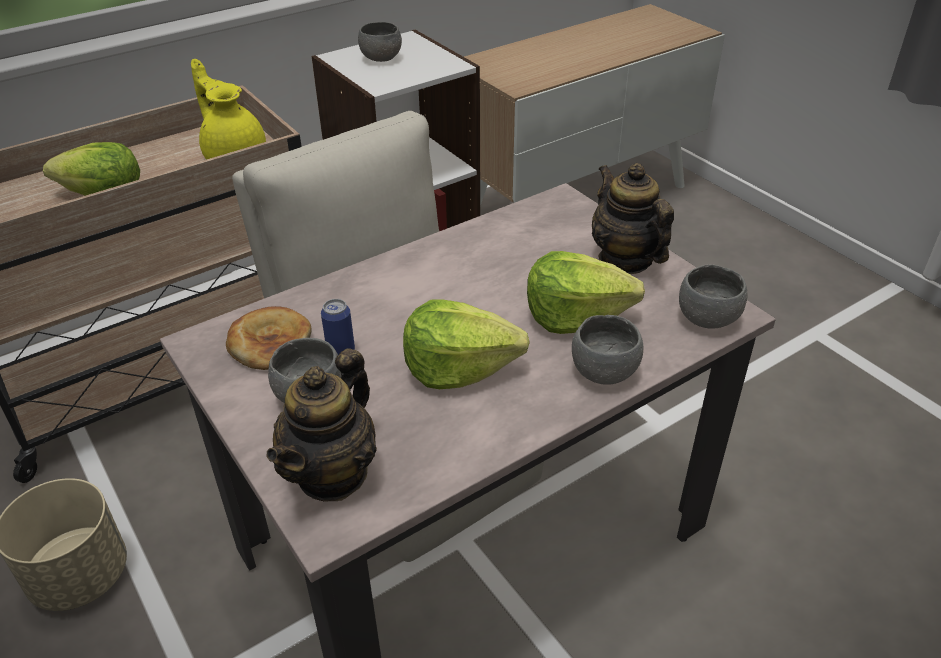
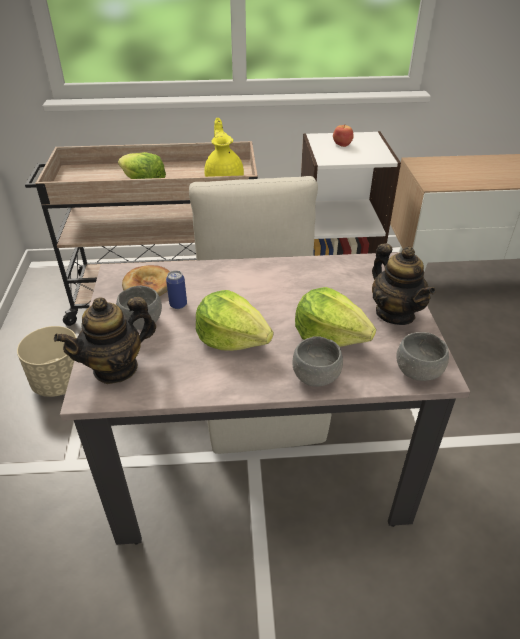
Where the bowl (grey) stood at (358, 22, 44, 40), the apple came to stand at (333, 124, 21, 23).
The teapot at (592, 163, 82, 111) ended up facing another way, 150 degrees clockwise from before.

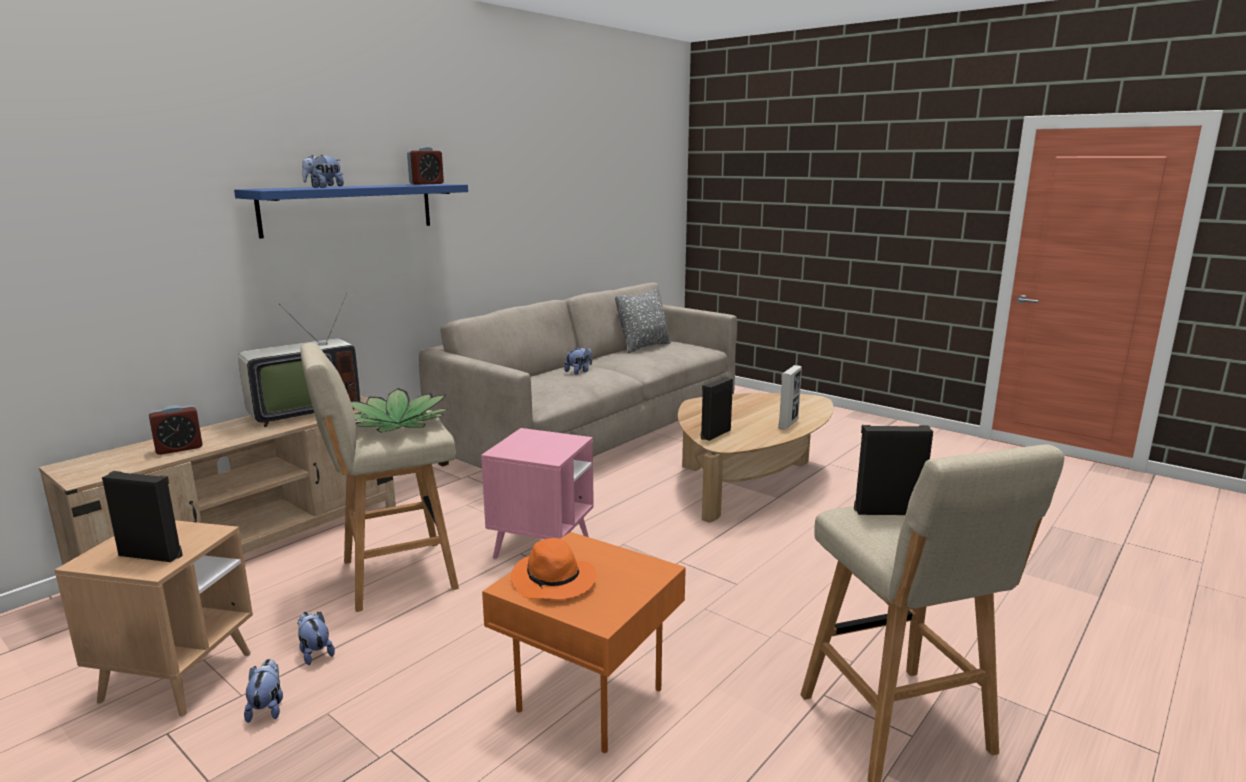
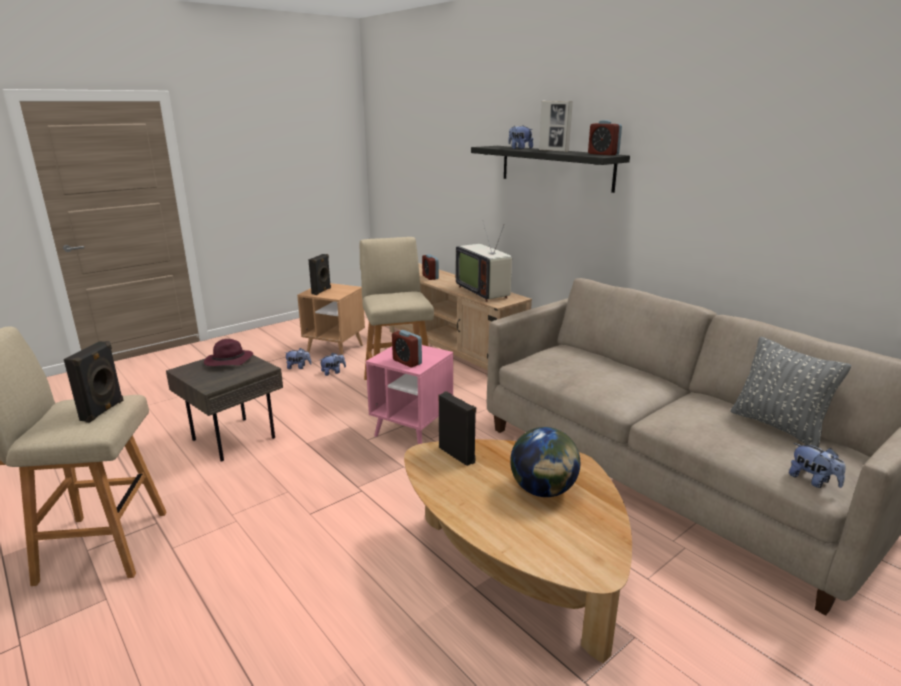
What was the shelf (blue) at (234, 184, 234, 55) turned into the shelf (black) at (471, 146, 159, 47).
The plush toy ended up elsewhere, having gone from (564, 346, 28, 29) to (789, 443, 57, 45).
The picture frame ended up elsewhere, having gone from (778, 365, 24, 65) to (539, 101, 34, 51).
The second view lost the potted plant at (351, 388, 97, 44).
What was the side table (orange) at (482, 532, 204, 221) turned into the side table (grey) at (166, 355, 117, 106).
What was the hat (orange) at (511, 538, 85, 62) turned into the hat (purple) at (204, 339, 49, 27).
The second view gained the alarm clock at (392, 330, 30, 37).
The second view gained the globe at (510, 427, 70, 70).

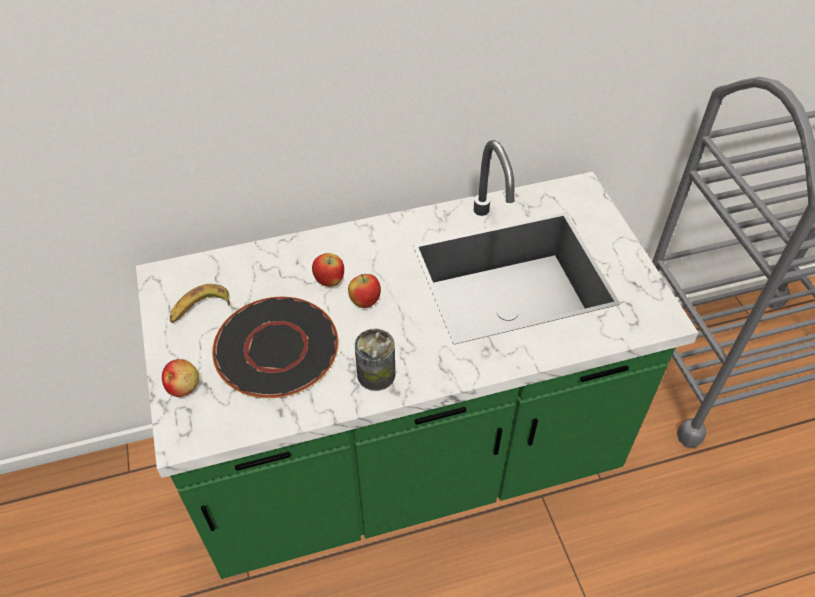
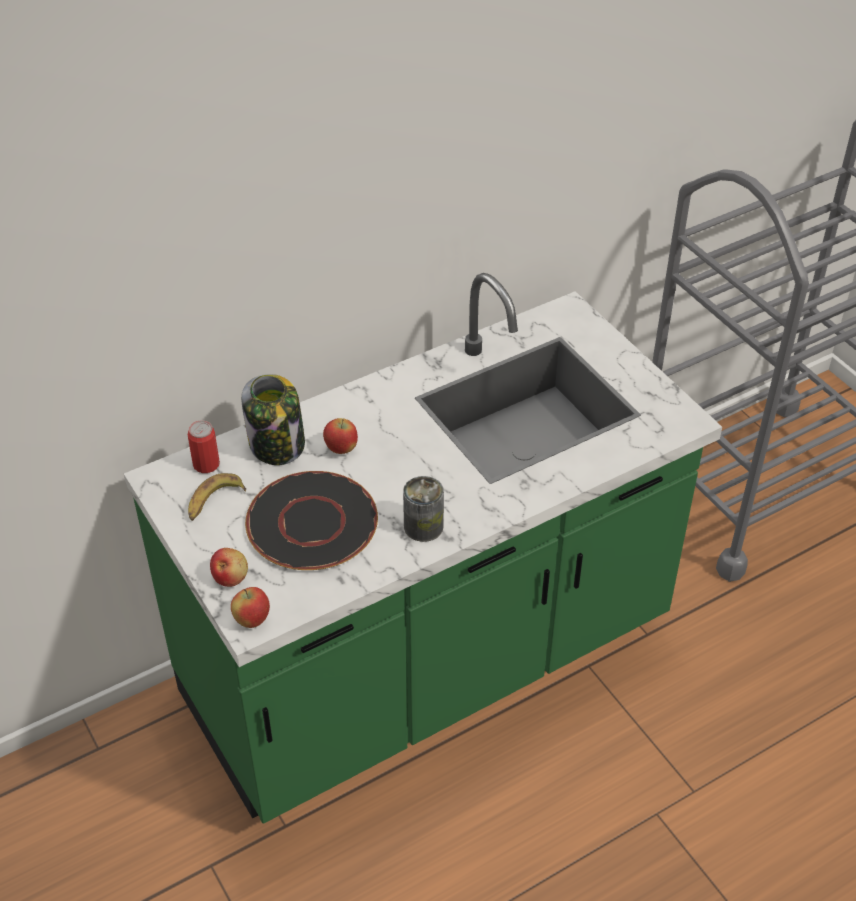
The apple ended up elsewhere, having gone from (348, 274, 33, 34) to (231, 587, 39, 41).
The second view gained the jar at (241, 374, 64, 91).
The second view gained the can at (188, 421, 32, 52).

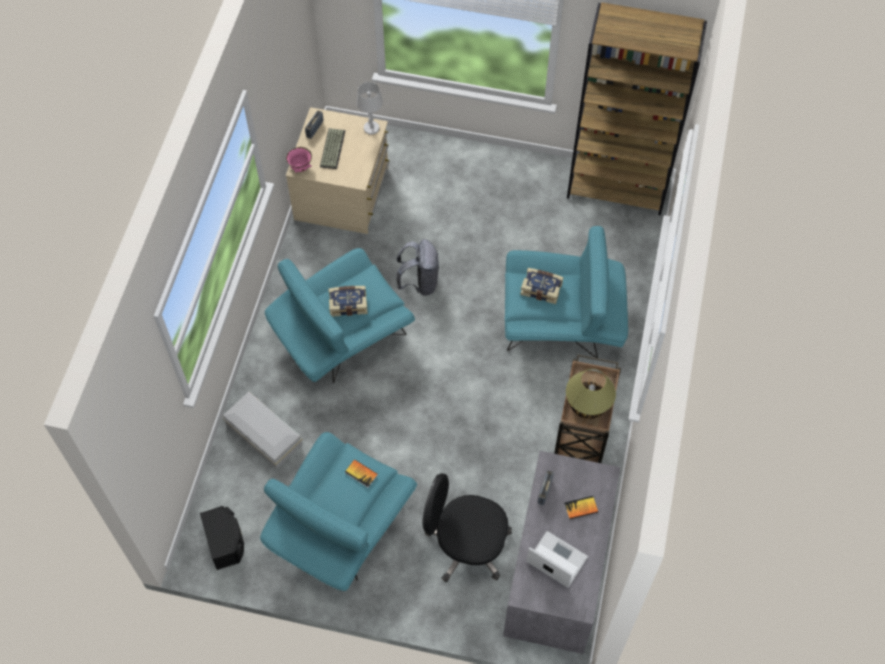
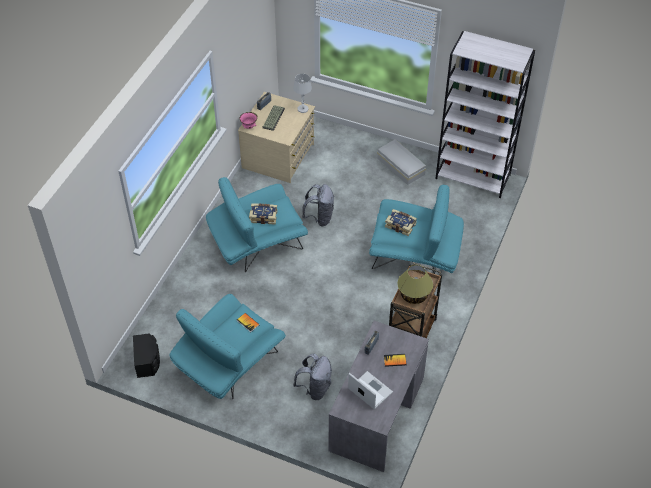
What was the bookcase (brown) at (567, 2, 140, 213) turned into the bookcase (white) at (435, 31, 100, 167).
The storage box (white) ended up elsewhere, having gone from (223, 392, 80, 77) to (377, 139, 49, 46).
Where the office chair (black) stood at (422, 473, 90, 109), the backpack (grey) came to stand at (293, 354, 39, 46).

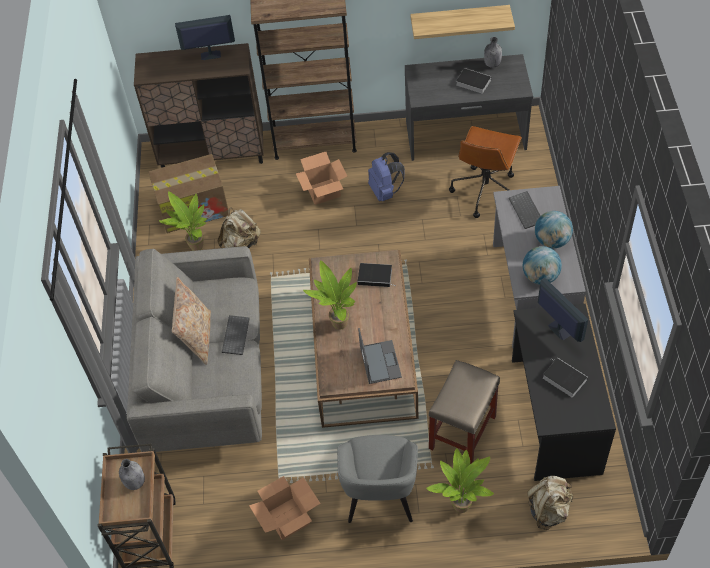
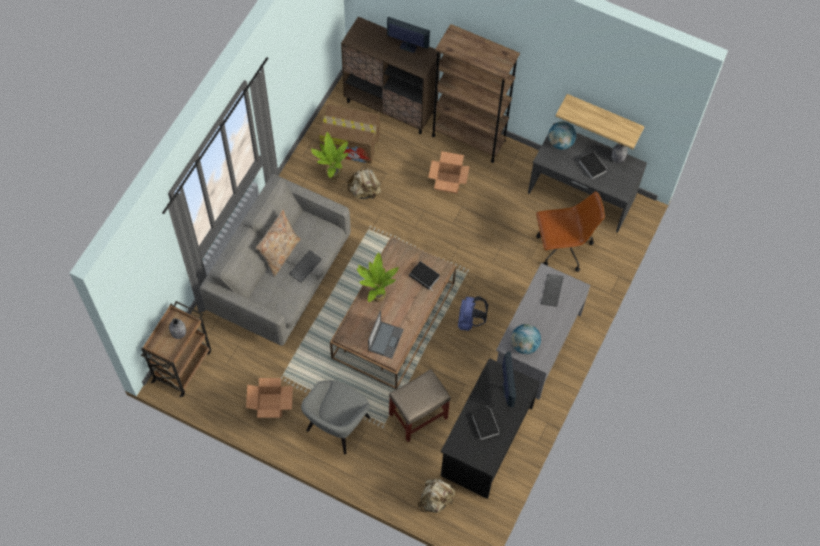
The office chair (brown) at (449, 126, 73, 92) ended up facing another way, 150 degrees counterclockwise from before.
The backpack (blue) ended up elsewhere, having gone from (368, 152, 37, 49) to (458, 296, 30, 35).
The globe ended up elsewhere, having gone from (535, 211, 38, 37) to (548, 122, 28, 28).
The second view lost the potted plant at (426, 448, 68, 65).

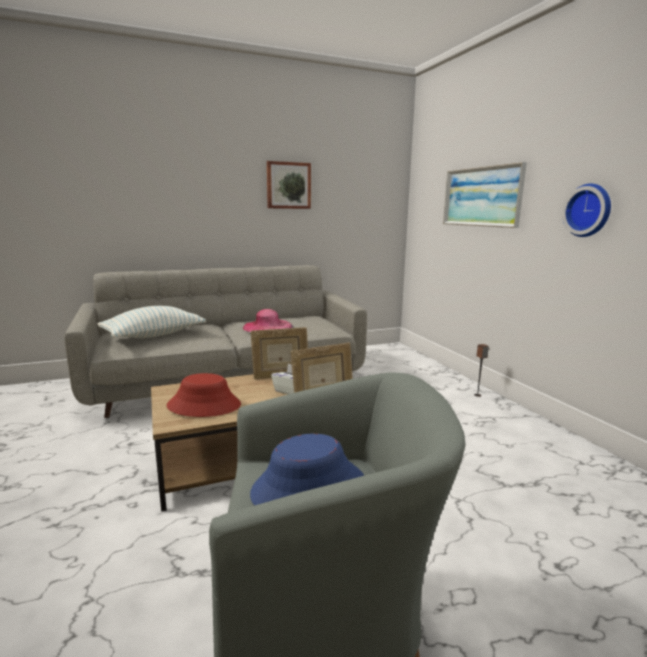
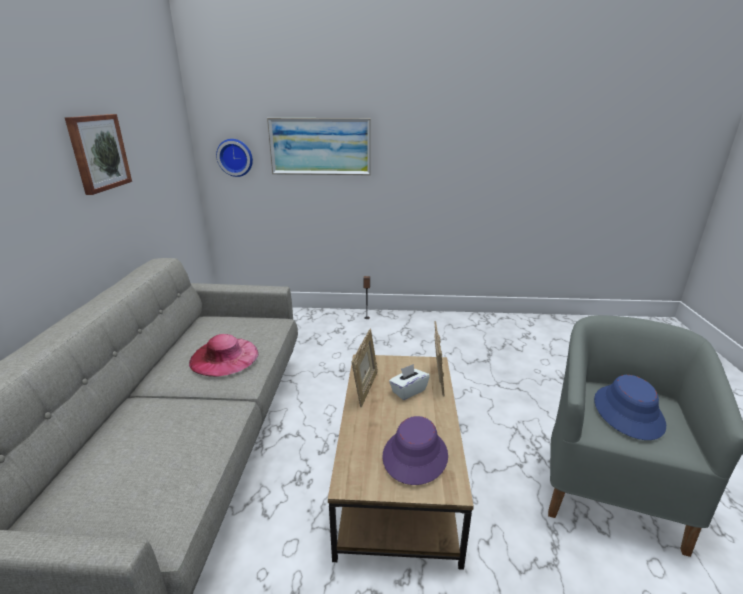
The wall clock ended up elsewhere, having gone from (562, 184, 49, 53) to (216, 139, 37, 38).
The second view lost the pillow at (98, 306, 108, 32).
What was the hat (red) at (167, 373, 74, 44) turned into the hat (purple) at (382, 416, 66, 69).

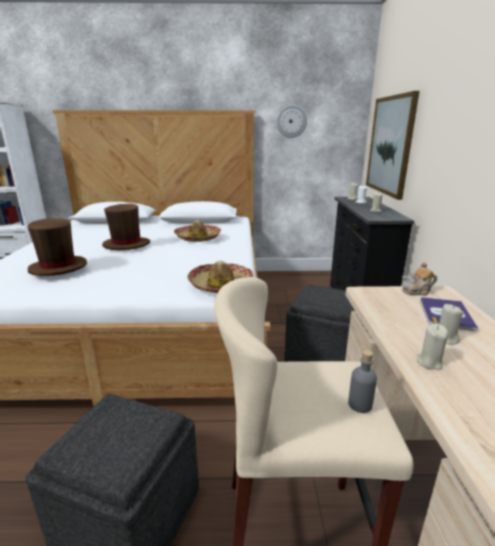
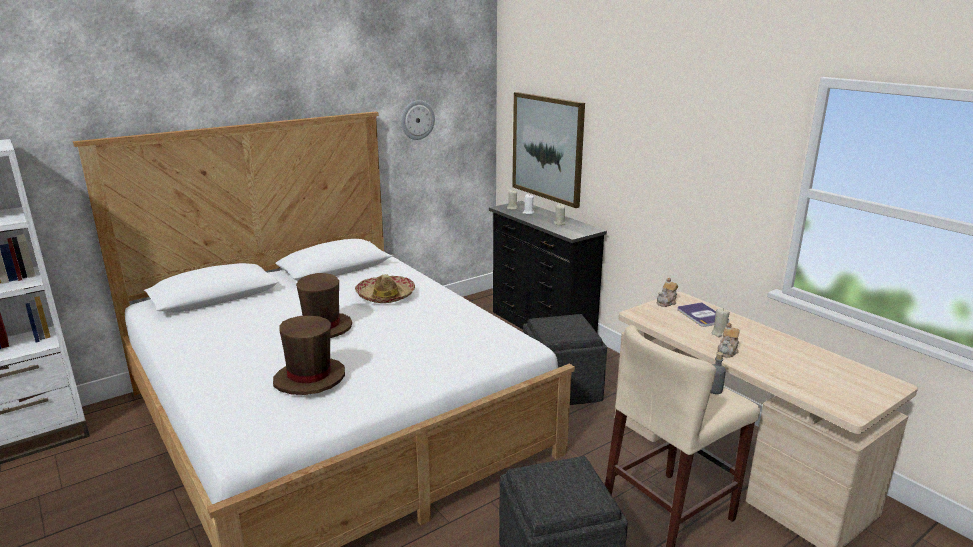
The second view lost the hat at (187, 261, 66, 32).
Where the candle (beige) stood at (417, 324, 31, 46), the teapot came to stand at (717, 323, 23, 35).

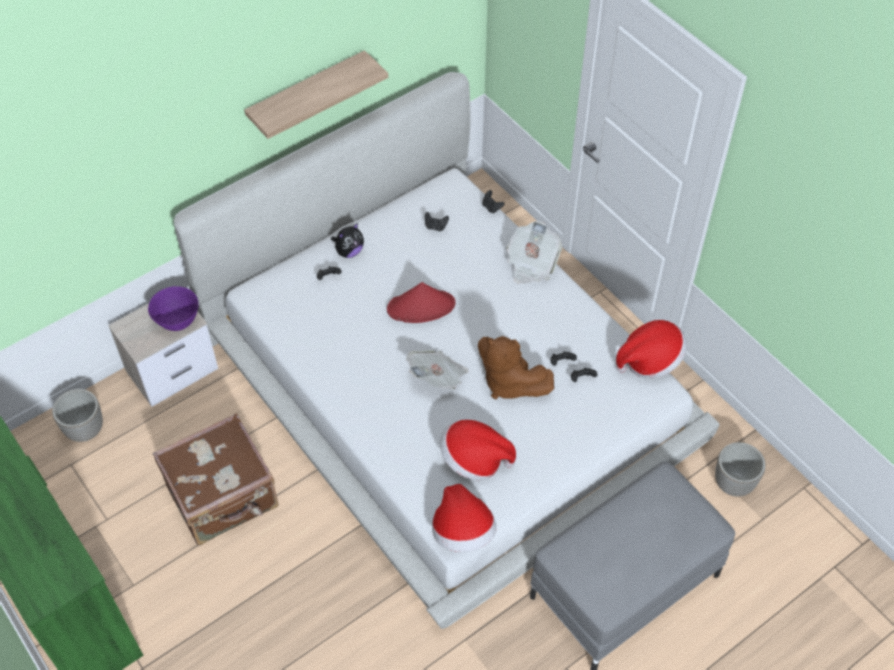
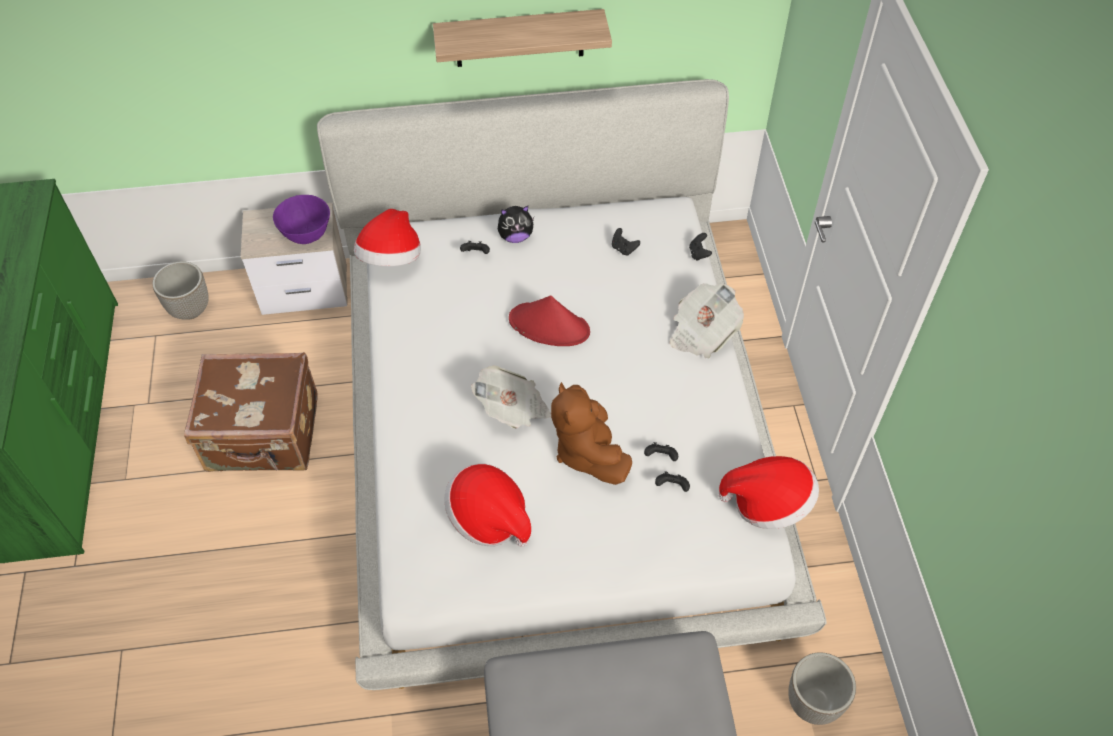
The hat ended up elsewhere, having gone from (432, 484, 64, 68) to (354, 209, 67, 58).

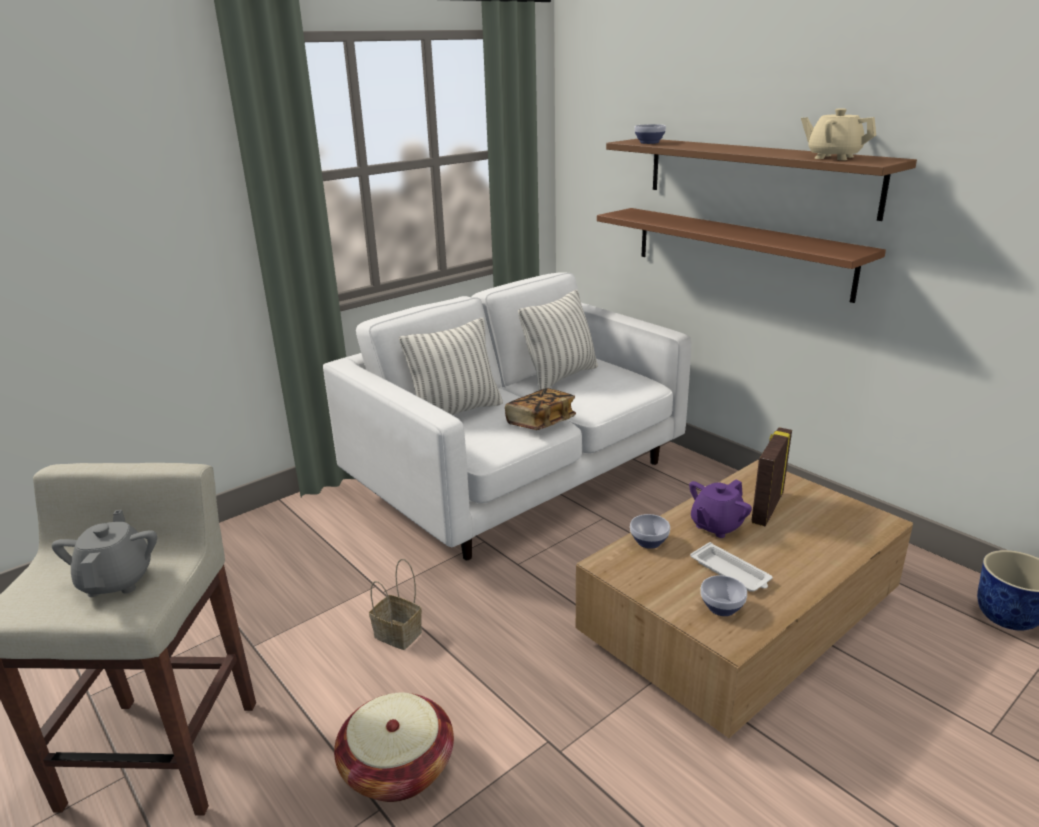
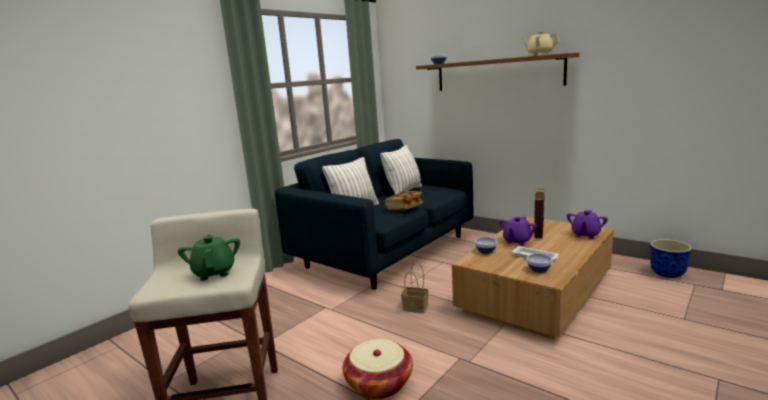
The second view lost the shelf (brown) at (597, 208, 289, 95).
What was the sofa (white) at (323, 272, 368, 288) turned into the sofa (blue) at (274, 139, 200, 150).
What was the teapot (grey) at (52, 510, 105, 87) turned into the teapot (green) at (178, 235, 62, 46).
The basket ended up elsewhere, having gone from (369, 559, 53, 91) to (401, 262, 28, 51).
The second view gained the teapot (purple) at (567, 210, 41, 29).

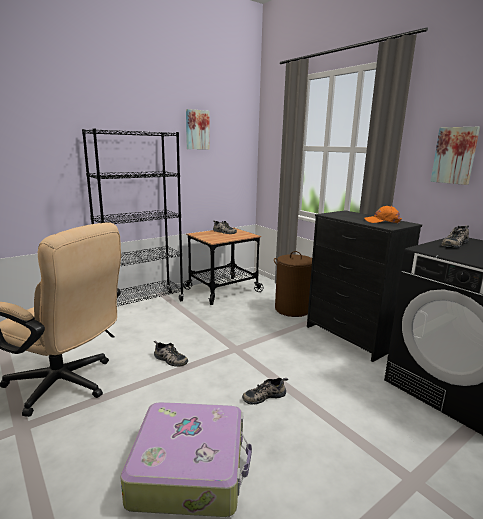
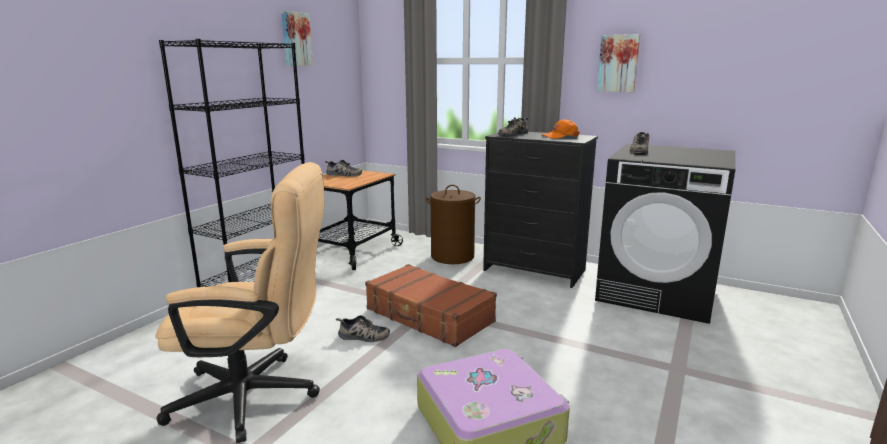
The shoe ended up elsewhere, having gone from (242, 378, 46, 27) to (498, 117, 30, 19).
The second view gained the suitcase (brown) at (365, 264, 132, 83).

